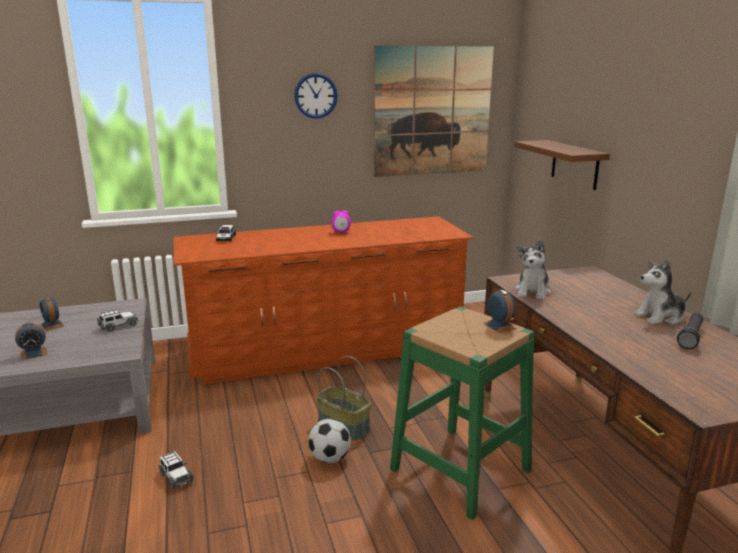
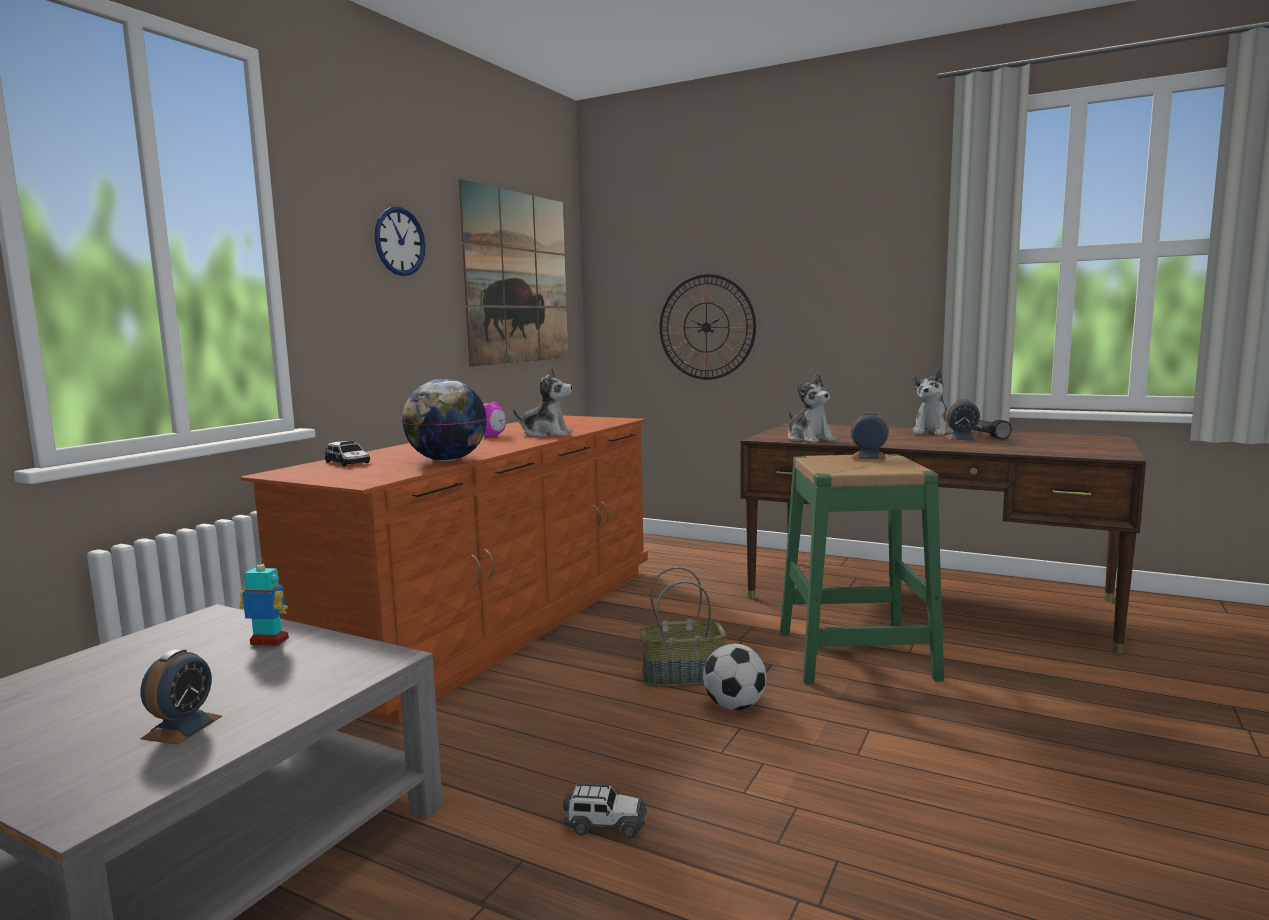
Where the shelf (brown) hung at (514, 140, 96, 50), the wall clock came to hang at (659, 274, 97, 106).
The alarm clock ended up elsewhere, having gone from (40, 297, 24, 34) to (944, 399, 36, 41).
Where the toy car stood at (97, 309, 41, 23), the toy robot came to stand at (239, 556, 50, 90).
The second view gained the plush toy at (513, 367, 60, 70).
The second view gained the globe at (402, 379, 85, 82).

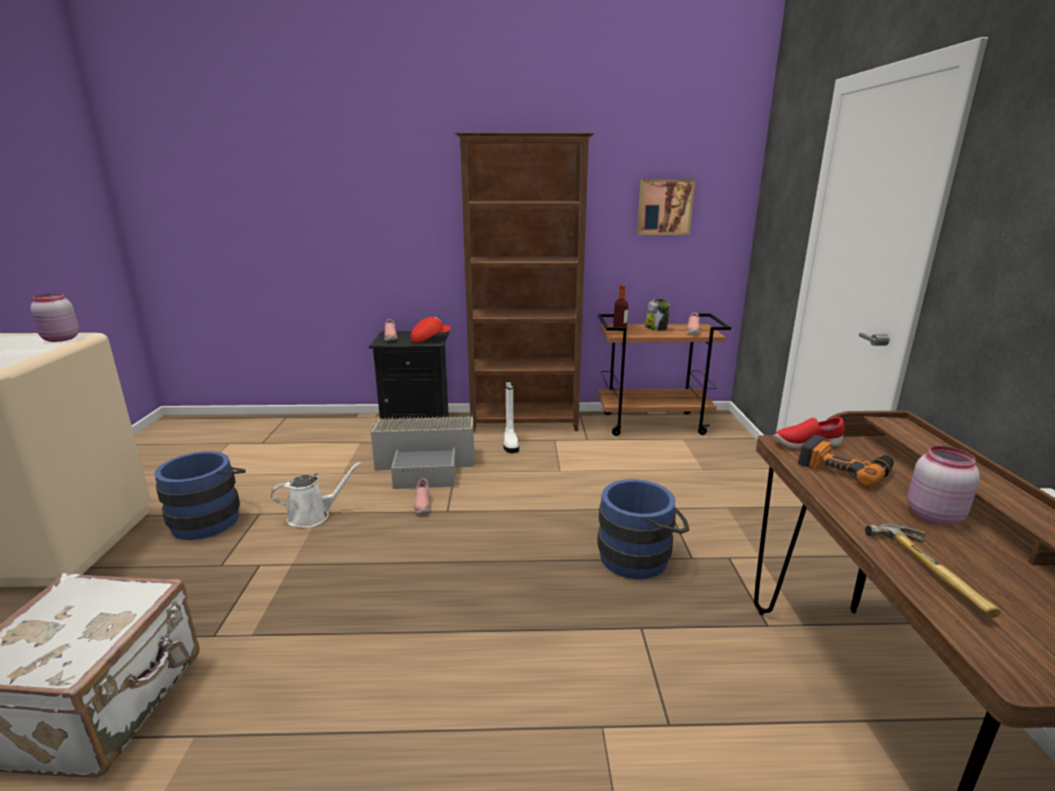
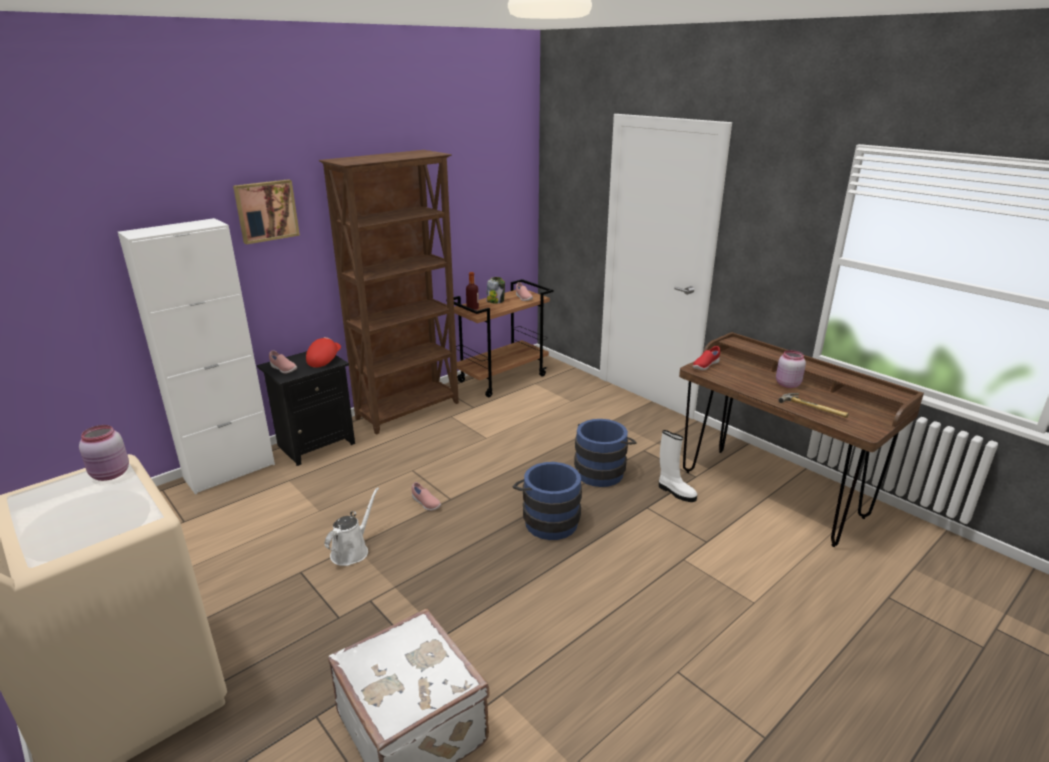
The picture ended up elsewhere, having gone from (637, 179, 58, 56) to (233, 179, 67, 65).
The boot (white) ended up elsewhere, having gone from (503, 381, 16, 72) to (659, 430, 38, 72).
The second view lost the storage box (grey) at (371, 415, 103, 74).
The second view lost the power drill at (798, 435, 96, 53).
The bucket (blue) ended up elsewhere, having gone from (154, 451, 92, 89) to (512, 462, 70, 78).
The second view gained the cabinet (white) at (118, 218, 157, 277).

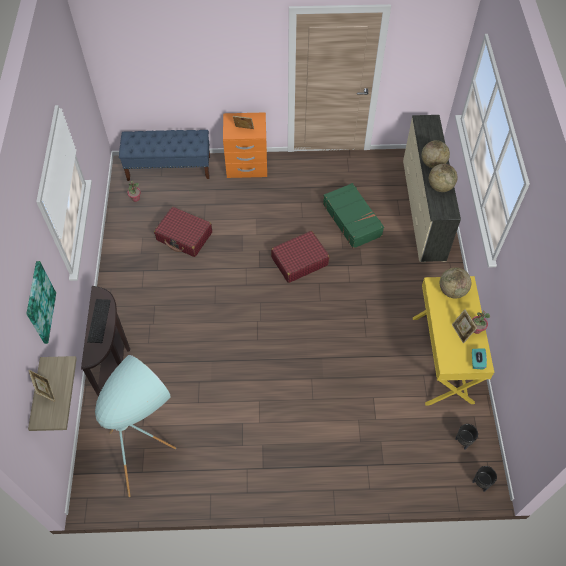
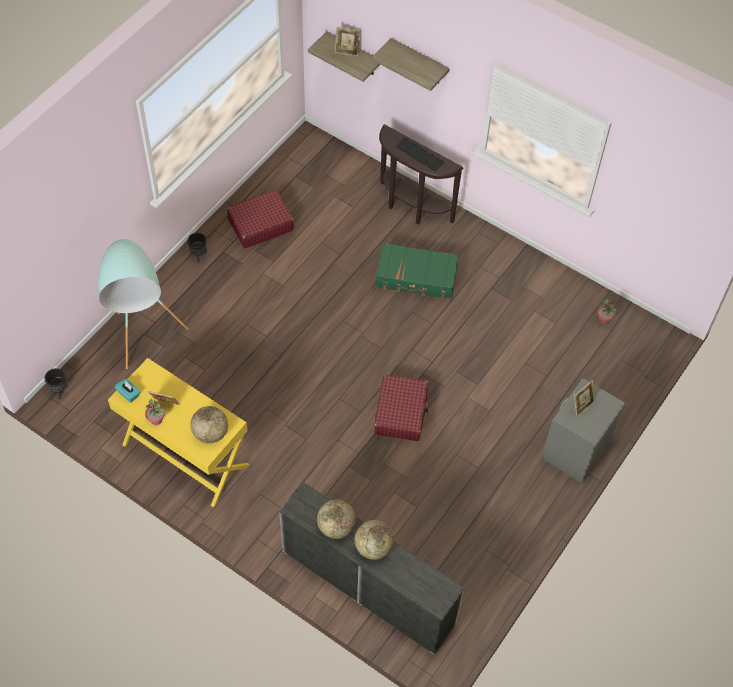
What was the nightstand (orange) at (223, 112, 44, 66) turned into the nightstand (grey) at (543, 378, 83, 105).
The second view lost the bench (blue) at (119, 130, 91, 51).
The suitcase (green) ended up elsewhere, having gone from (323, 183, 61, 66) to (375, 243, 84, 56).
The suitcase (red) ended up elsewhere, having gone from (154, 207, 58, 50) to (227, 190, 67, 58).
Where the picture hung at (26, 261, 30, 83), the shelf came to hang at (372, 38, 77, 53).
The floor lamp (turquoise) ended up elsewhere, having gone from (95, 355, 81, 142) to (98, 239, 91, 130).
The planter (black) ended up elsewhere, having gone from (455, 424, 23, 26) to (187, 233, 20, 30).

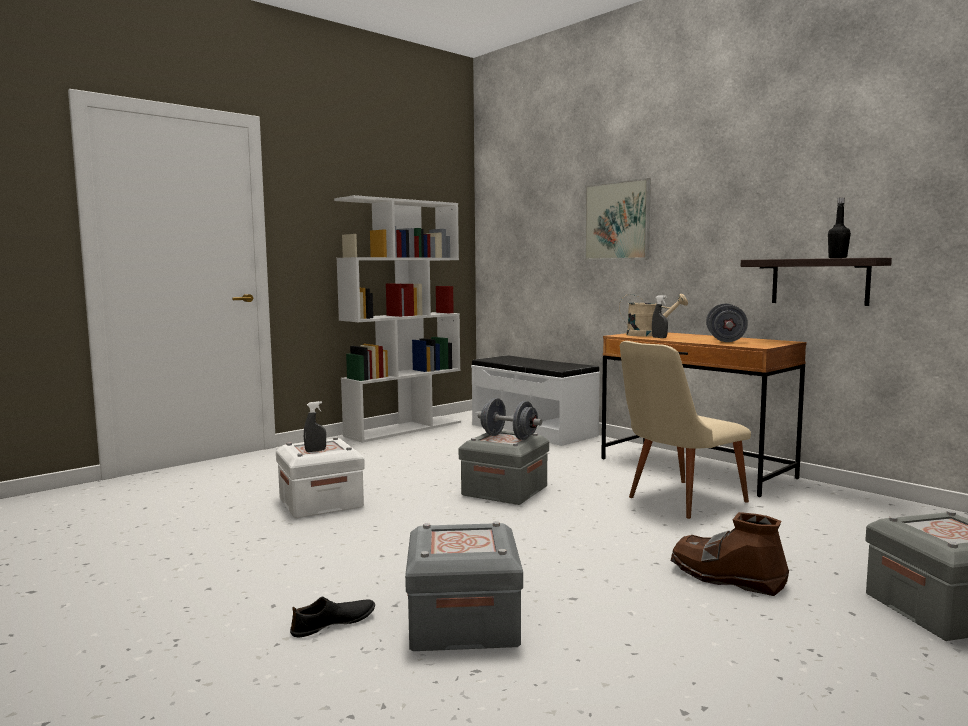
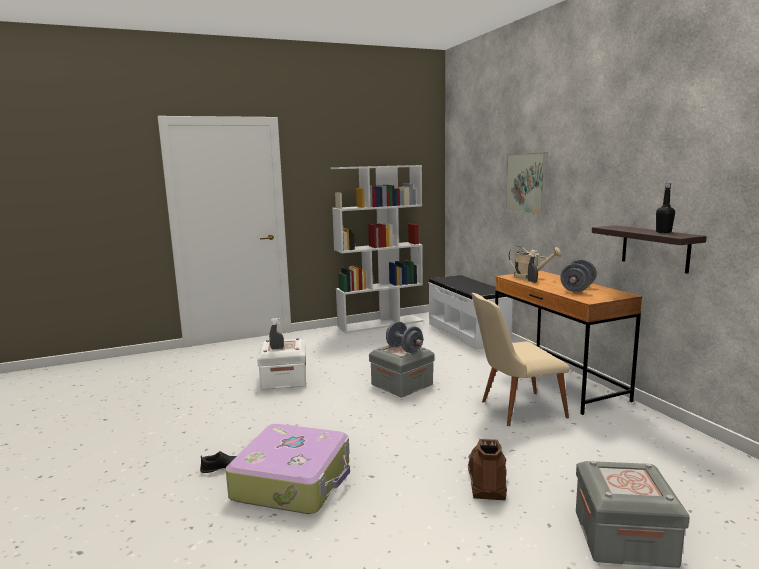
The boot (brown) at (671, 512, 118, 84) ended up facing another way, 45 degrees clockwise from before.
Where the storage box (grey) stood at (405, 521, 118, 130), the suitcase came to stand at (226, 424, 124, 90).

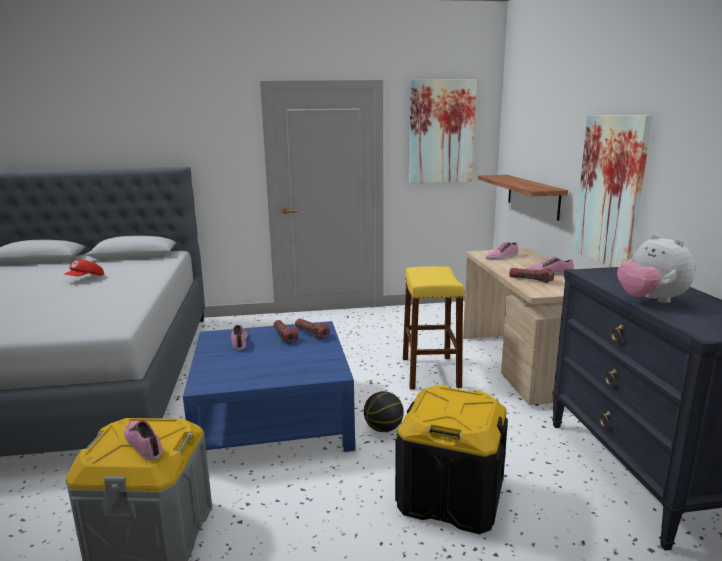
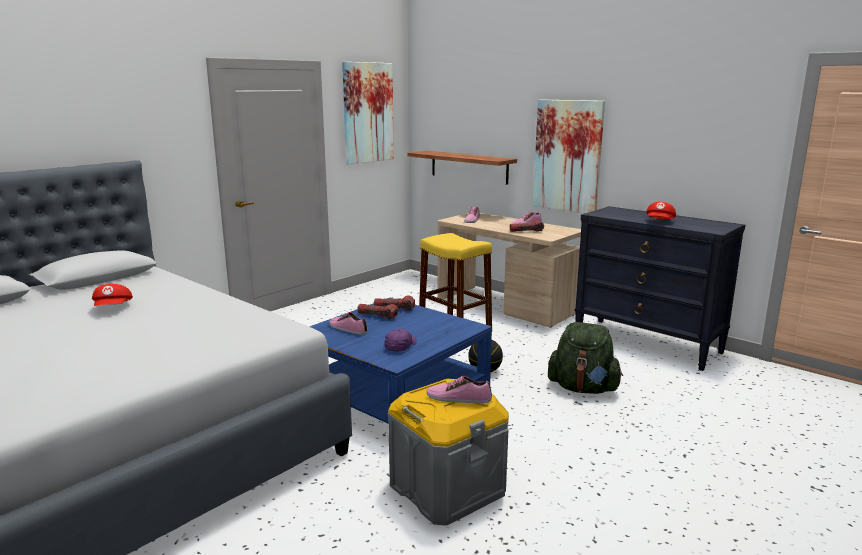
Where the plush toy stood at (617, 234, 78, 69), the cap (red) came to stand at (646, 202, 30, 17).
Where the storage box (black) stood at (395, 385, 113, 149), the backpack (green) came to stand at (548, 322, 75, 72).
The second view gained the cap (purple) at (385, 329, 32, 23).

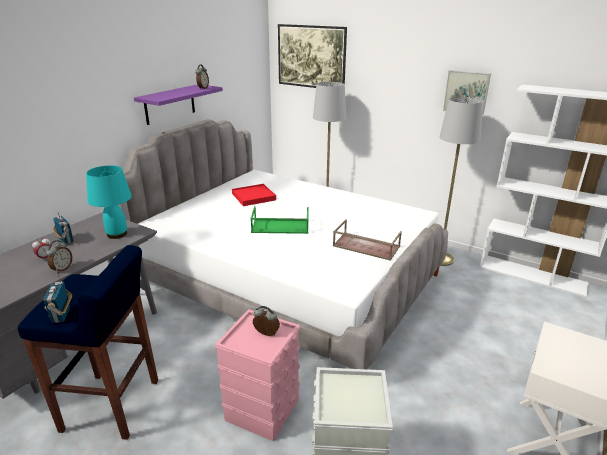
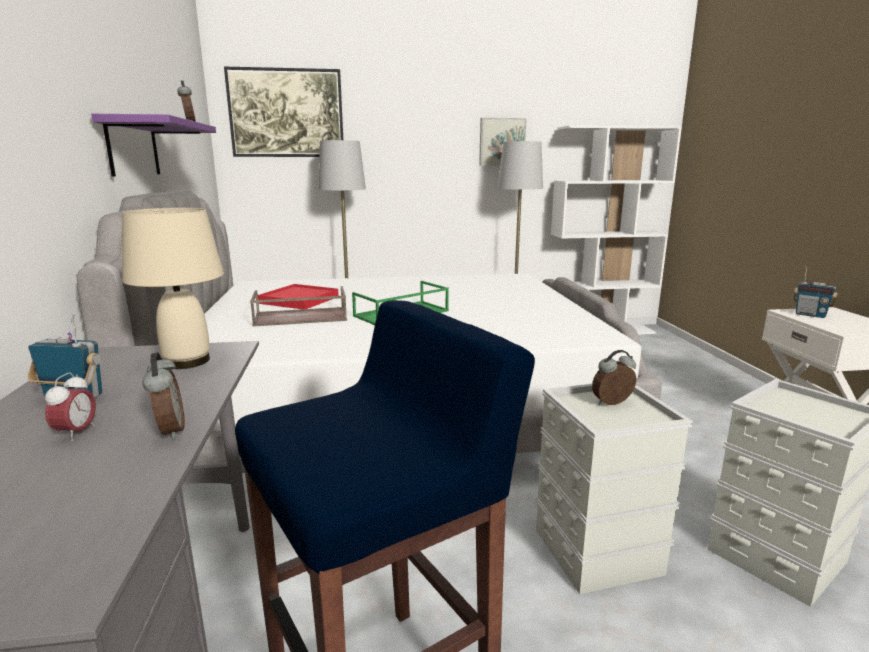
What was the table lamp (turquoise) at (86, 165, 46, 74) turned into the table lamp (beige) at (122, 208, 102, 161).
The tray (brown) ended up elsewhere, having gone from (333, 219, 69, 42) to (250, 286, 97, 41).
The radio ended up elsewhere, having gone from (43, 268, 29, 55) to (793, 266, 45, 52).
What was the storage box (pink) at (215, 309, 85, 133) turned into the storage box (grey) at (536, 384, 157, 211).

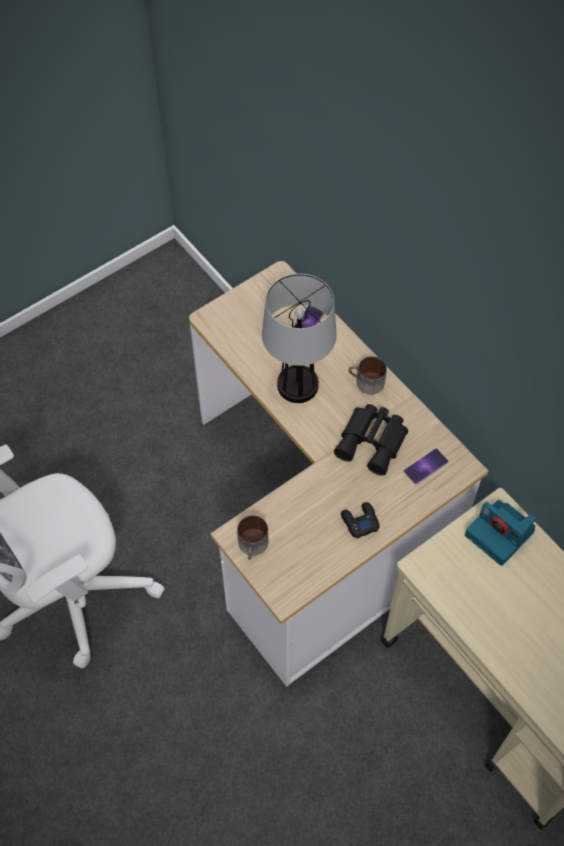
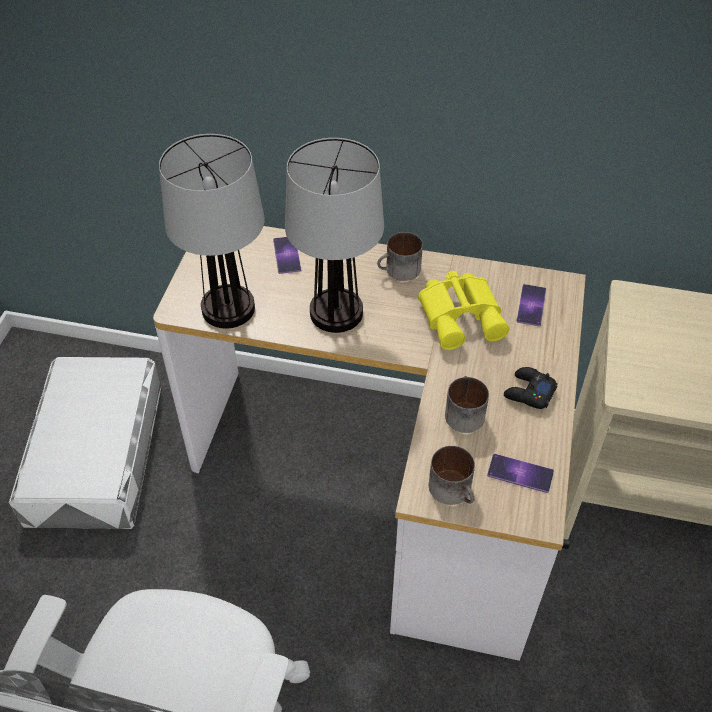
What was the binoculars (black) at (334, 404, 74, 72) turned into the binoculars (yellow) at (418, 271, 91, 79).
The second view lost the photo camera at (465, 500, 72, 66).
The second view gained the table lamp at (159, 134, 106, 194).
The second view gained the storage box (white) at (9, 357, 152, 172).
The second view gained the mug at (445, 376, 44, 57).
The second view gained the phone at (487, 454, 67, 39).

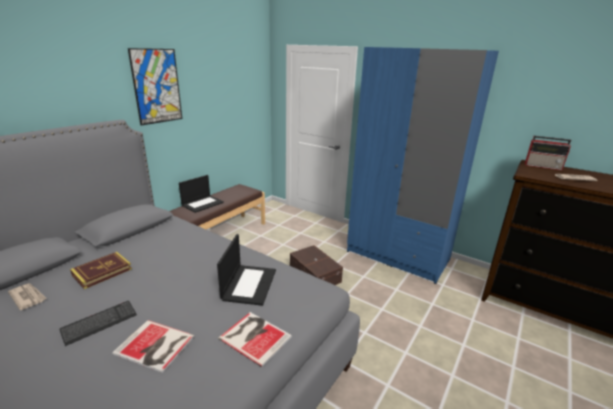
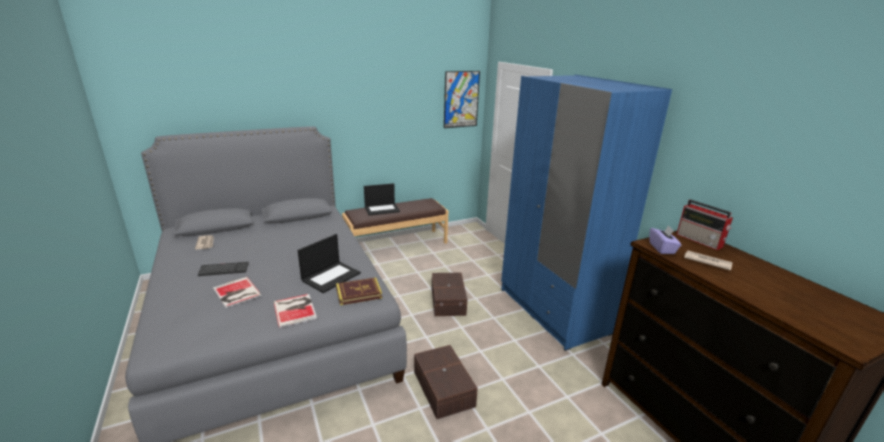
The picture ended up elsewhere, having gone from (128, 48, 54, 78) to (444, 71, 36, 57).
The book ended up elsewhere, having gone from (70, 252, 62, 37) to (336, 277, 46, 28).
The second view gained the tissue box (purple) at (649, 225, 32, 29).
The second view gained the storage box (brown) at (414, 345, 64, 74).

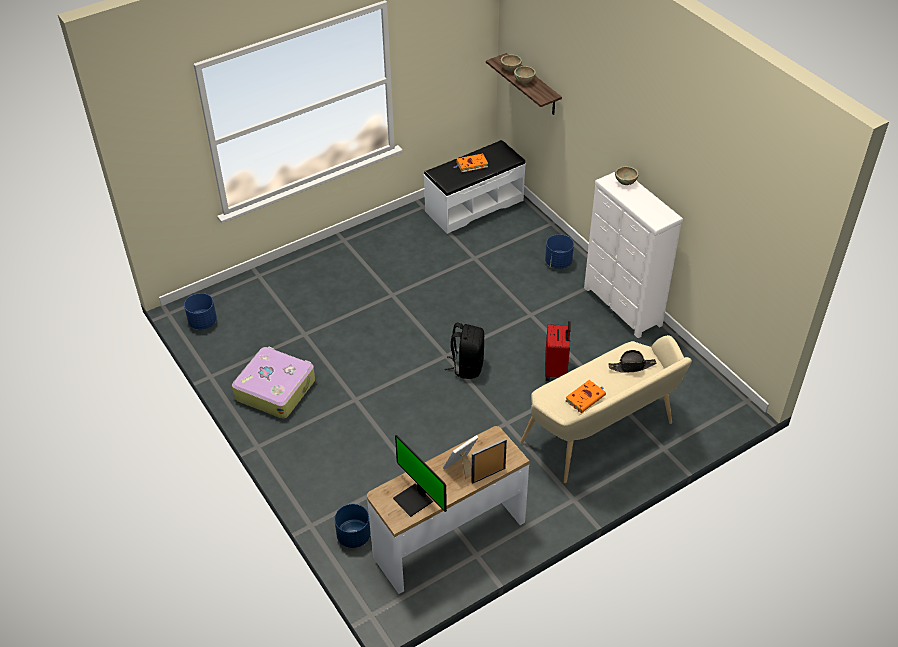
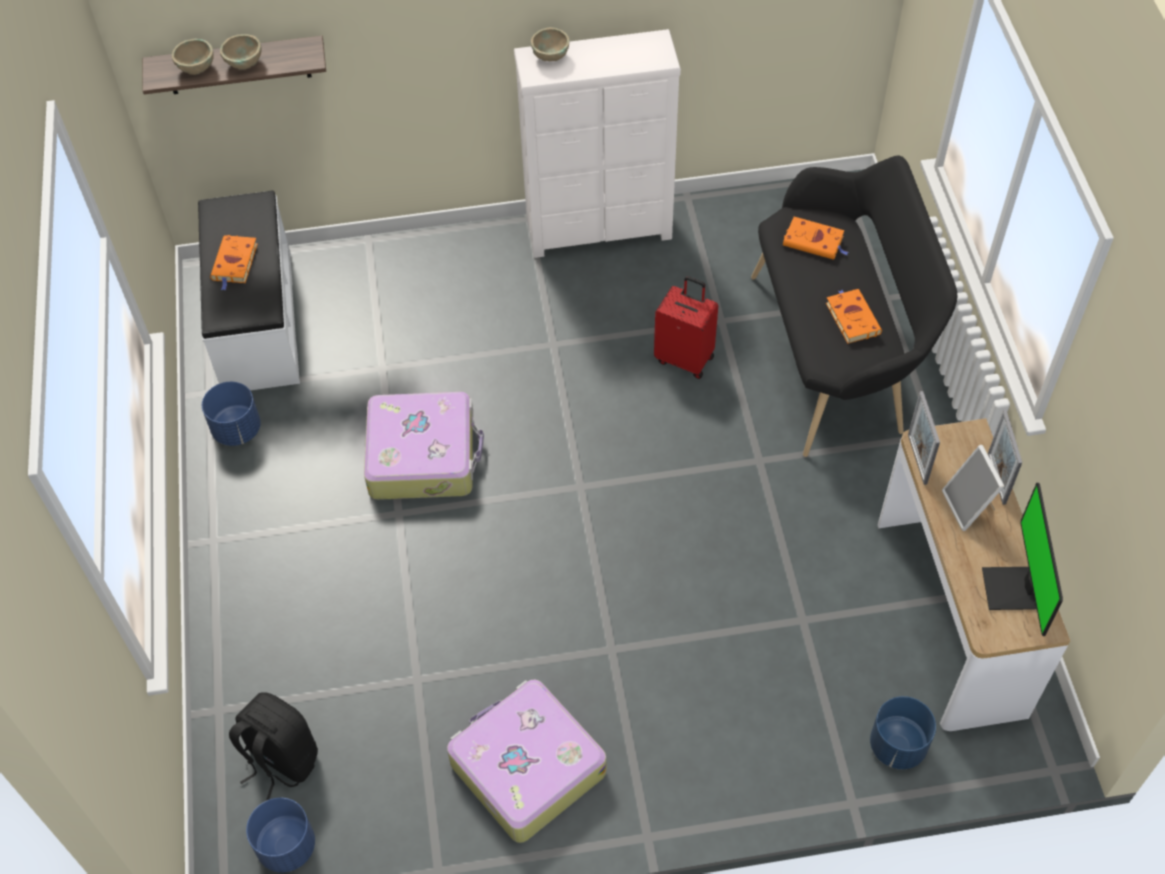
The planter (blue) ended up elsewhere, having gone from (545, 234, 29, 35) to (202, 382, 59, 64).
The backpack (black) ended up elsewhere, having gone from (445, 323, 39, 56) to (229, 692, 89, 109).
What was the bench (beige) at (520, 335, 172, 148) turned into the bench (black) at (751, 155, 206, 302).
Where the hat (black) stood at (608, 350, 48, 23), the book (orange) came to stand at (783, 217, 66, 43).
The monitor at (393, 435, 54, 82) ended up facing another way, 105 degrees clockwise from before.
The second view gained the picture frame at (908, 391, 32, 94).
The second view gained the suitcase at (364, 392, 120, 108).

